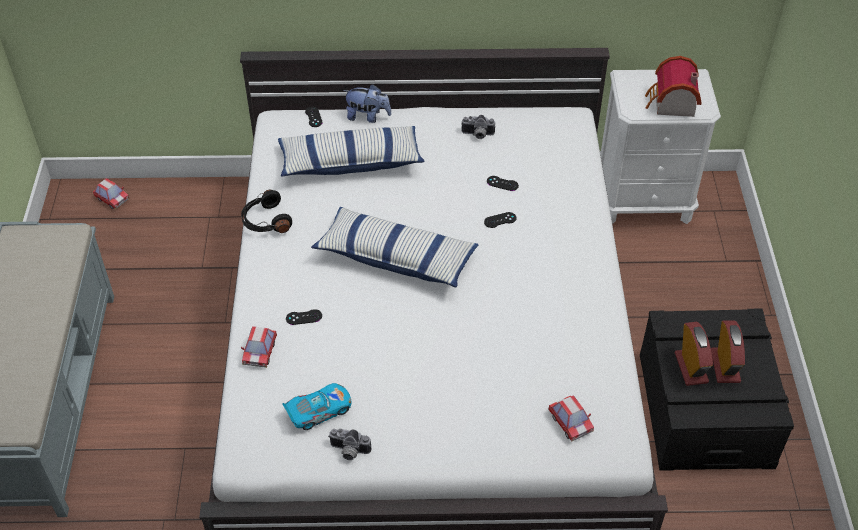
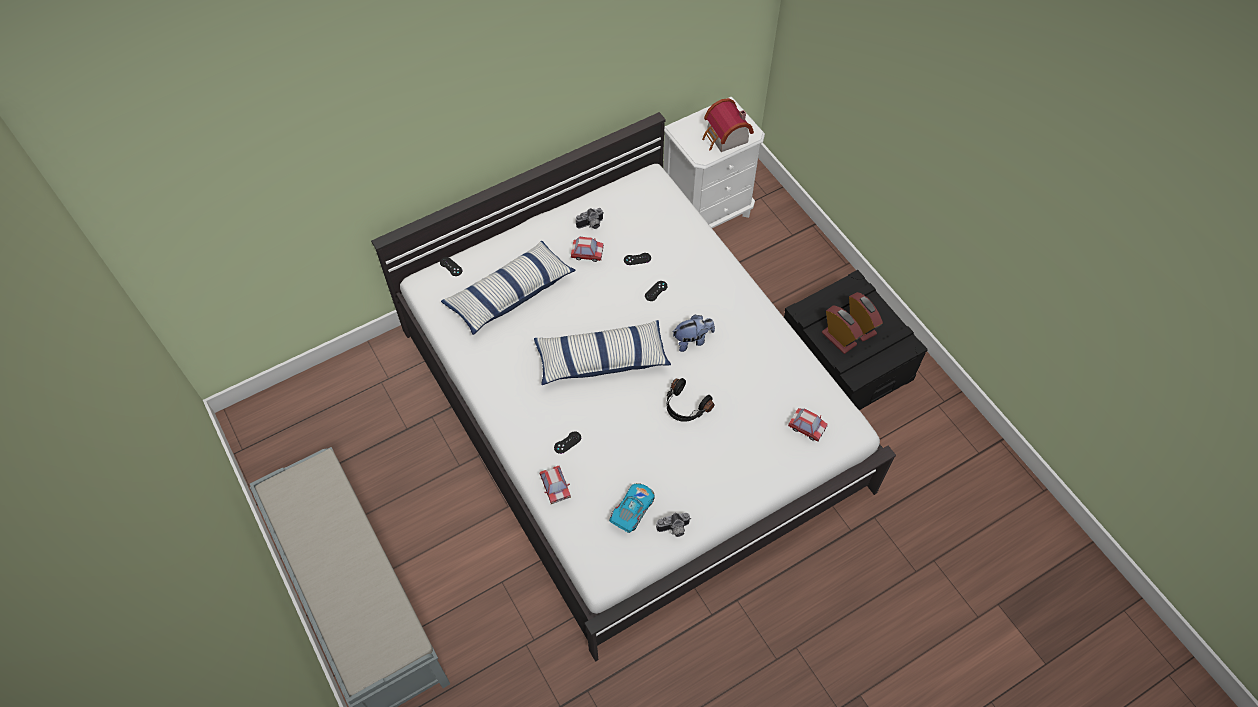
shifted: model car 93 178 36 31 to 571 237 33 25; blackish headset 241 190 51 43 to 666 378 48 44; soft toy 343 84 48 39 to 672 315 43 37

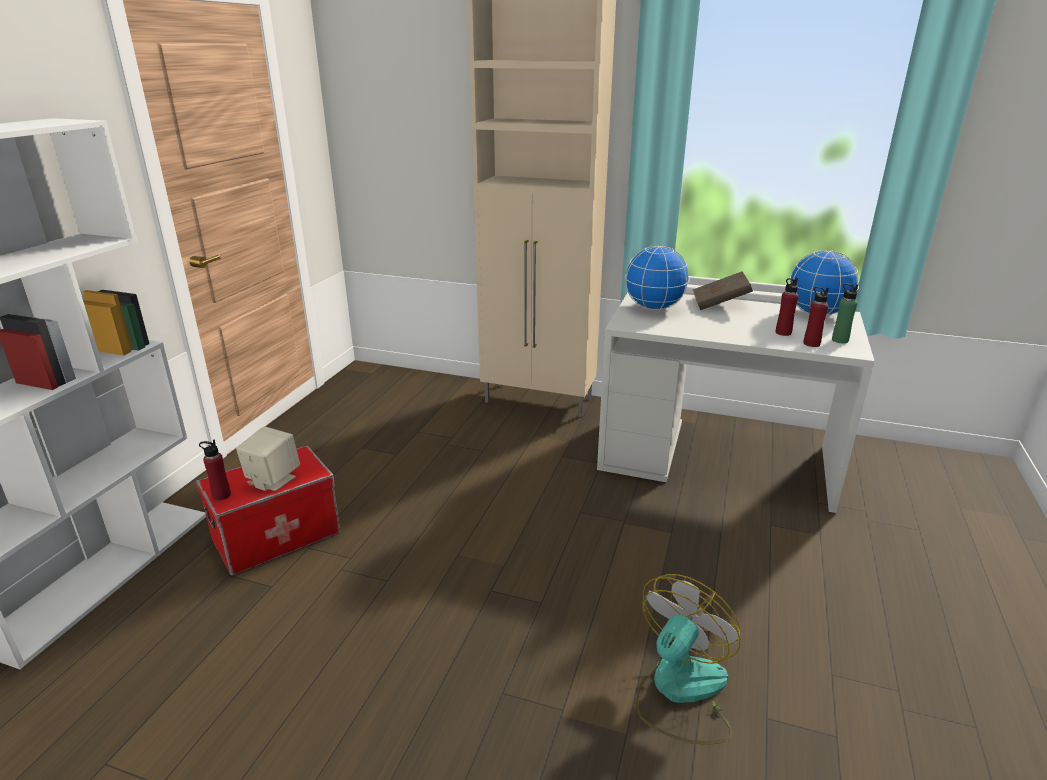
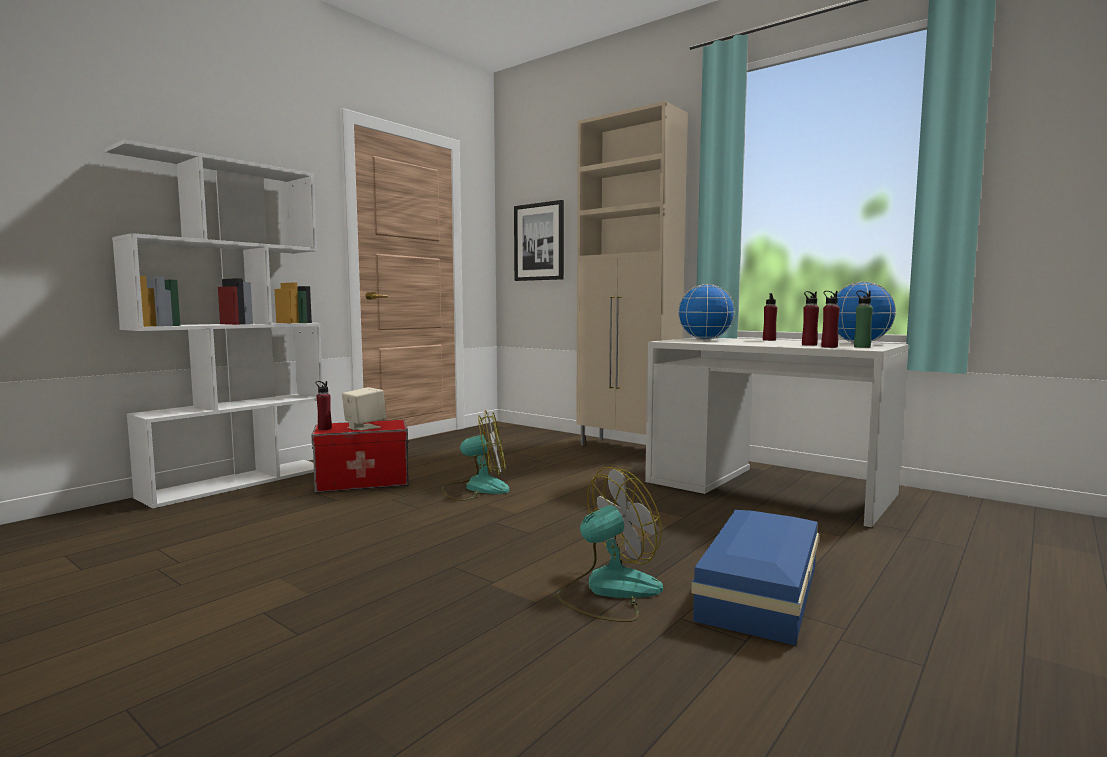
new: electric fan 442 410 68 91; picture 514 200 50 81; bluish storage container 691 510 128 136
swapped: brown book 693 271 60 39 to reddish beverage bottle 763 293 14 48

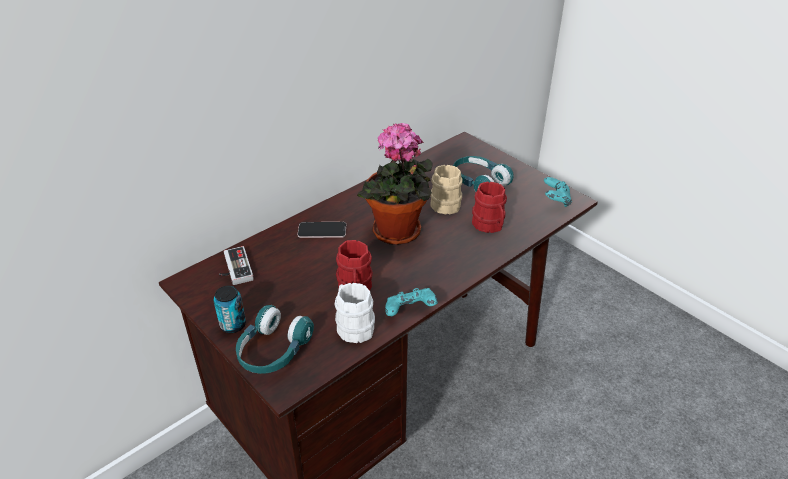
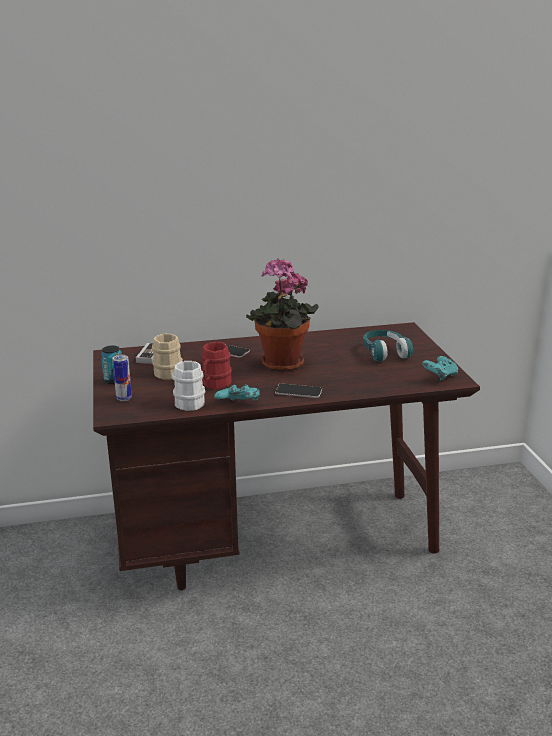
gone: reddish tea mug 472 182 35 51
new: telephone 275 383 47 15
shifted: beige tea mug 430 165 32 50 to 152 334 31 46
swapped: turquoise headset 236 305 78 69 to metal can 112 355 20 46

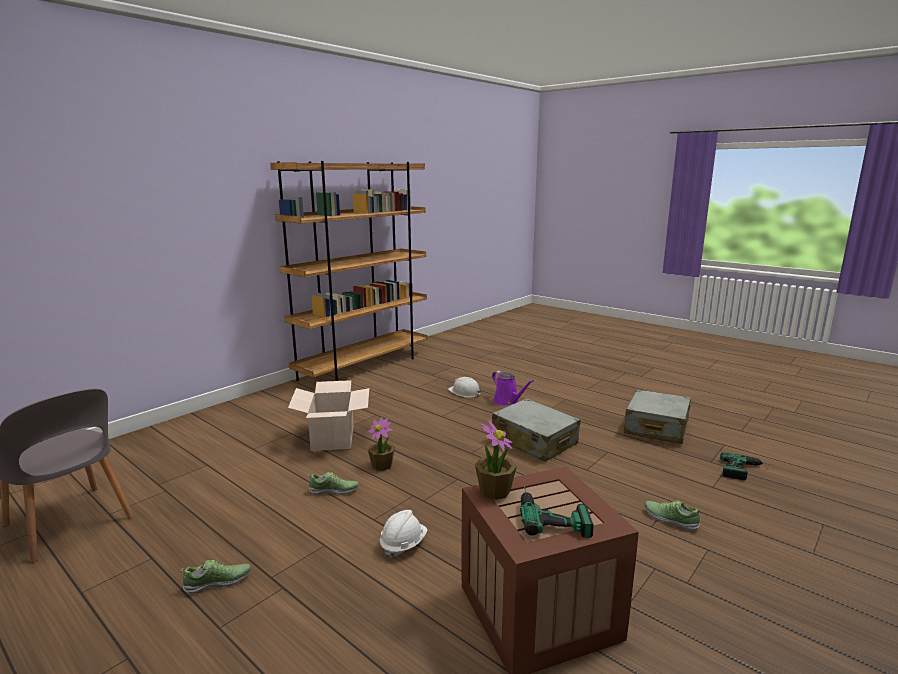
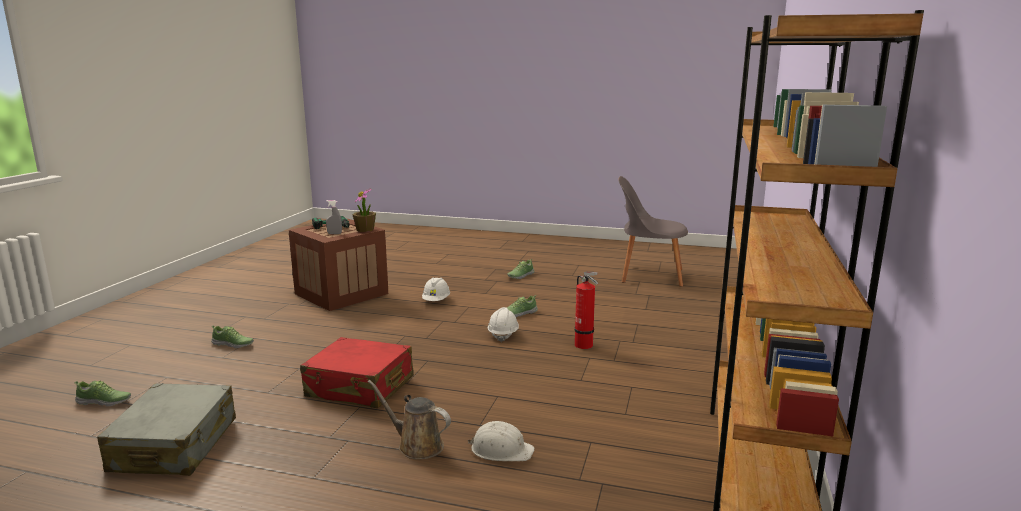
new: grey spray bottle 326 200 16 34
swapped: cardboard box 288 380 81 71 to extinguisher 575 272 23 77; houseplant 367 417 28 54 to whitish hard hat 488 307 31 35; electric drill 720 452 52 28 to item of footwear 74 381 57 26
repainted: purple-coloured watering pot 492 371 42 35 to brown watering pot 367 380 84 80; grey suitcase 492 398 89 64 to reddish suitcase 300 337 114 71

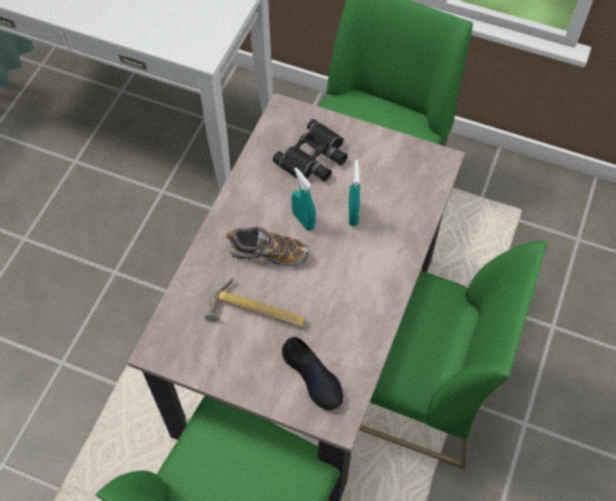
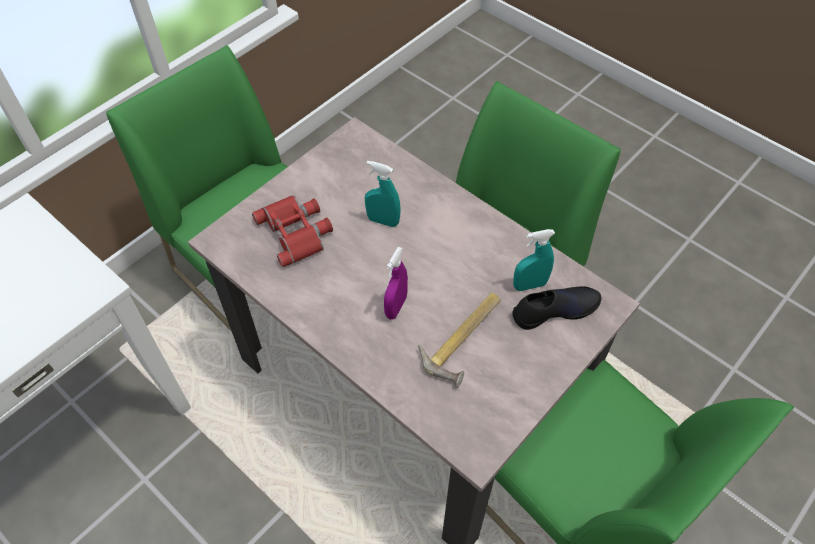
shifted: turquoise spray bottle 291 168 25 62 to 513 229 42 62
swapped: item of footwear 226 226 83 41 to purple-coloured spray bottle 384 247 24 72
repainted: blackish binoculars 273 119 75 63 to reddish binoculars 252 195 81 72

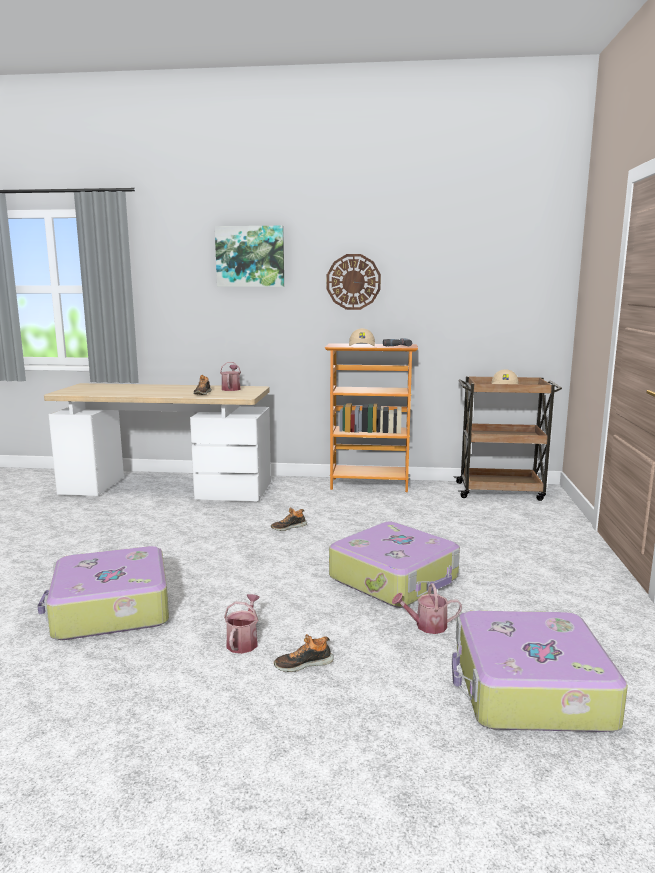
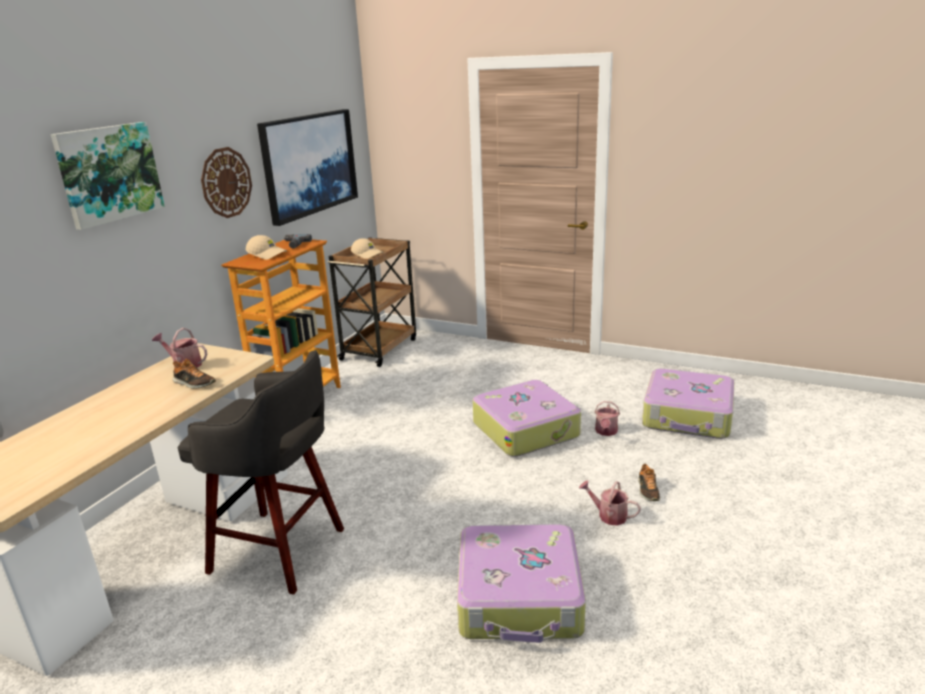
gone: item of footwear 271 508 36 23
new: grey stool 178 350 166 245; picture 257 109 101 117

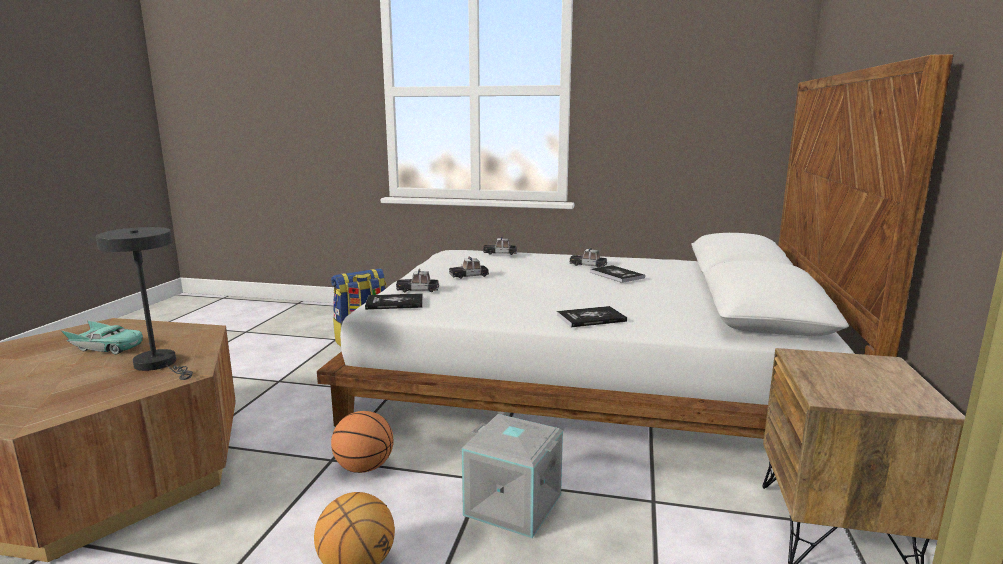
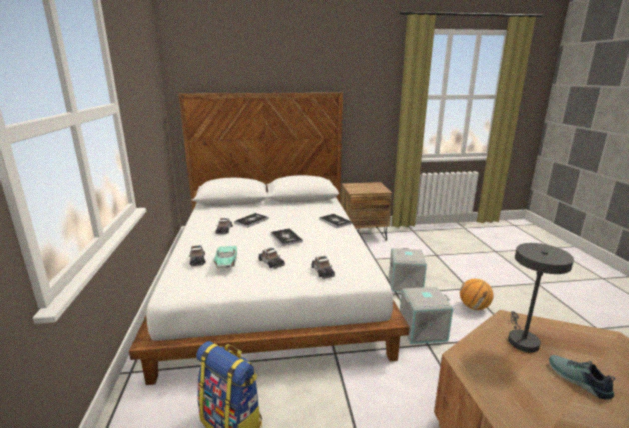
new: item of footwear 549 355 66 45
shifted: turquoise model car 60 320 83 35 to 214 246 23 22; book 365 293 58 17 to 271 228 32 18
swapped: basketball ball 331 411 63 62 to grey storage container 400 287 53 57

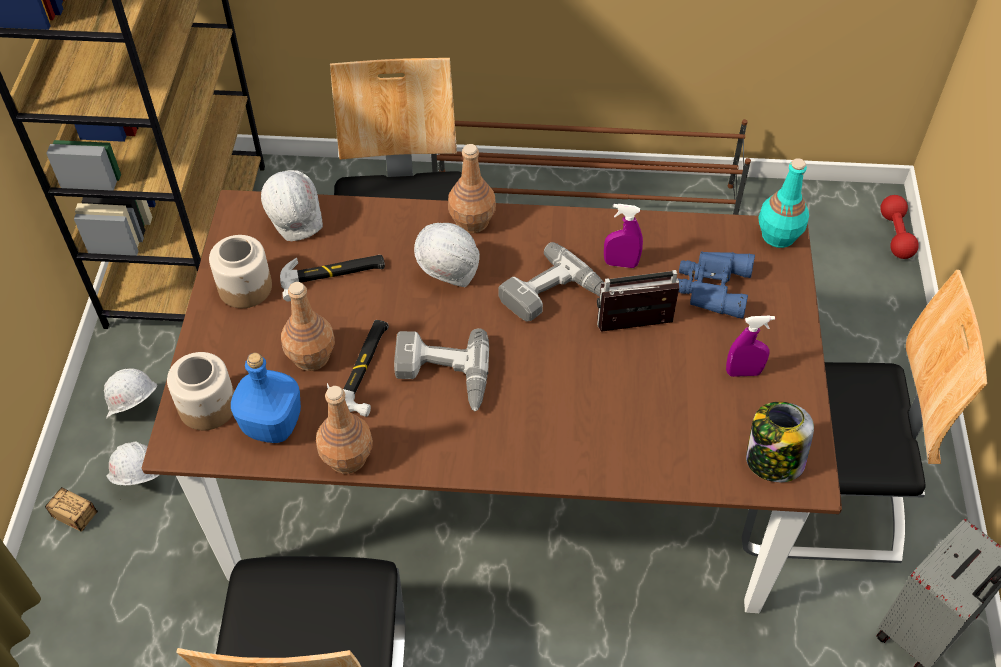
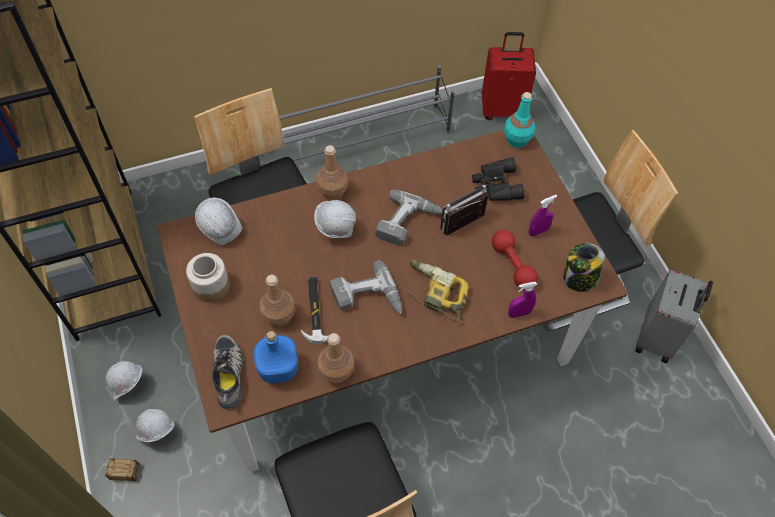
gone: hammer 280 255 105 46
new: electric drill 406 259 63 63; reddish suitcase 482 32 54 88
shifted: purple-coloured spray bottle 604 204 39 64 to 508 282 29 36; reddish hand weight 880 195 39 64 to 492 230 46 59
swapped: preserve jar 167 352 67 78 to item of footwear 212 334 32 75
repainted: brown shoe rack 431 119 320 96 to grey shoe rack 255 65 200 103; bluish binoculars 678 251 77 68 to blackish binoculars 472 157 52 44

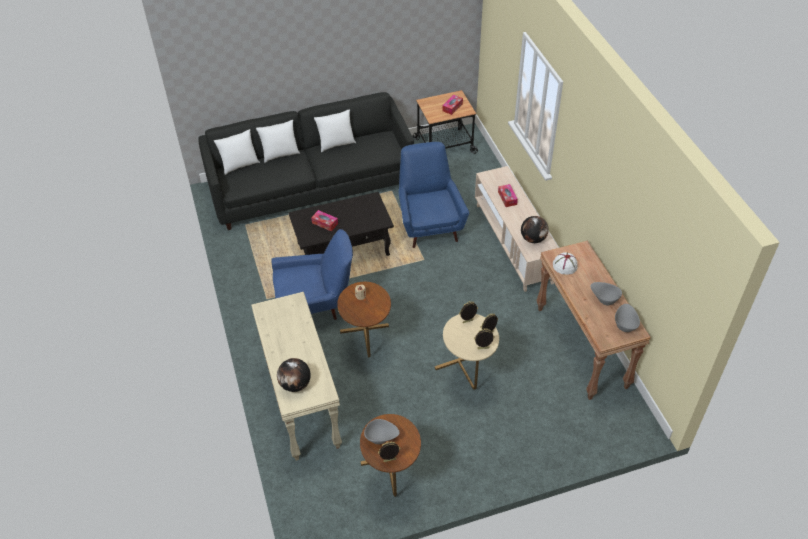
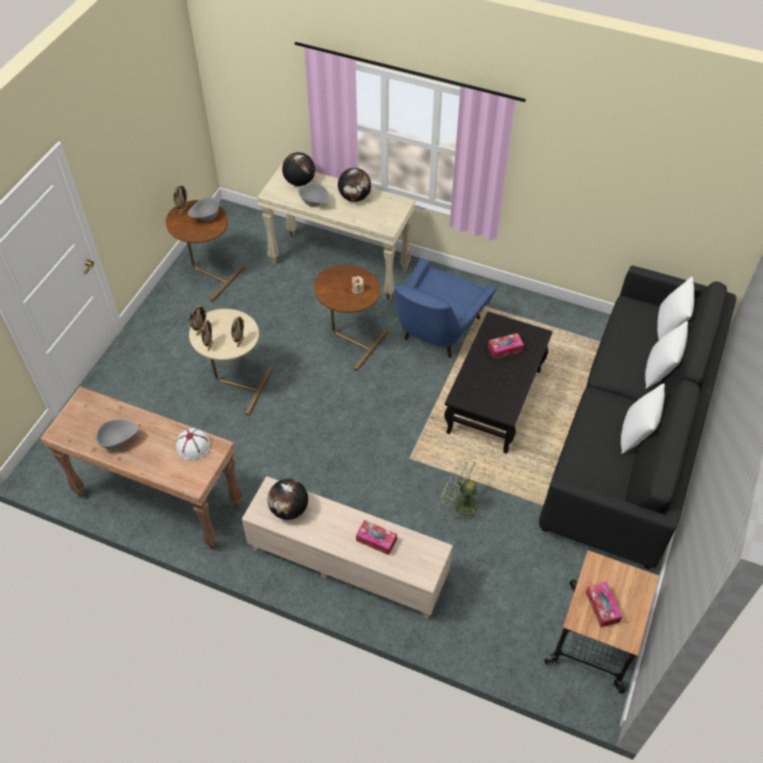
new: desk globe 338 168 33 34
shifted: grey bowl 615 304 25 28 to 299 183 30 23
swapped: bluish easy chair 399 142 70 106 to green-coloured electric fan 441 458 39 65

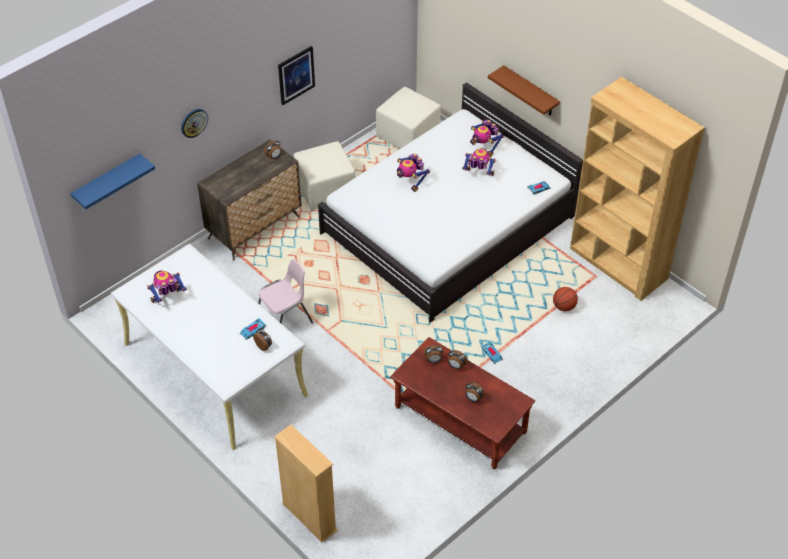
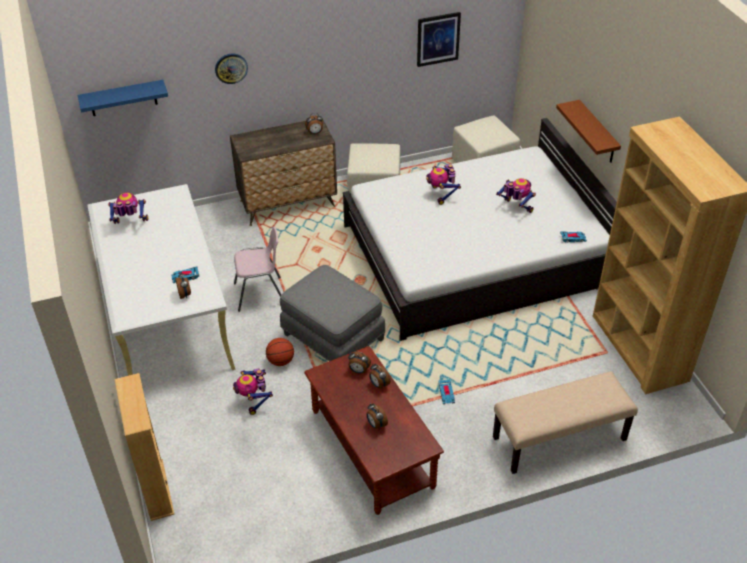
new: grey pouffe 280 265 106 96; beige indoor bench 493 371 145 103
shifted: picture 278 46 37 59 to 417 12 44 55; toy robot 470 120 34 37 to 233 368 40 47; basketball ball 553 287 25 24 to 266 338 28 28

